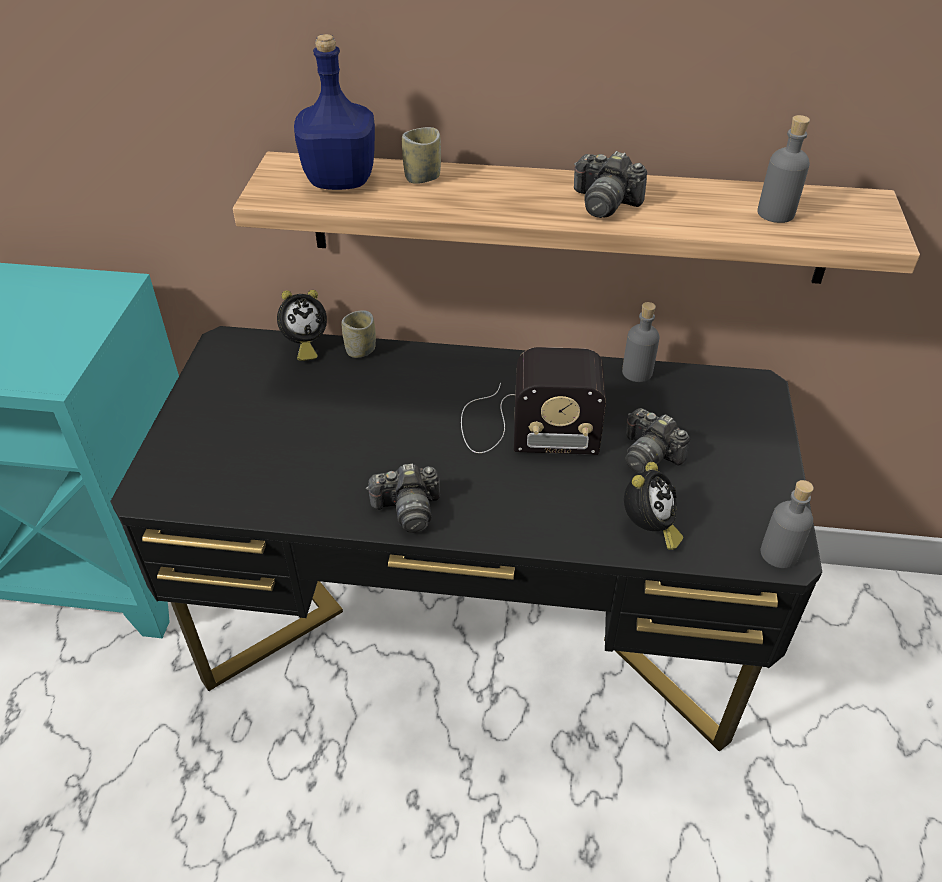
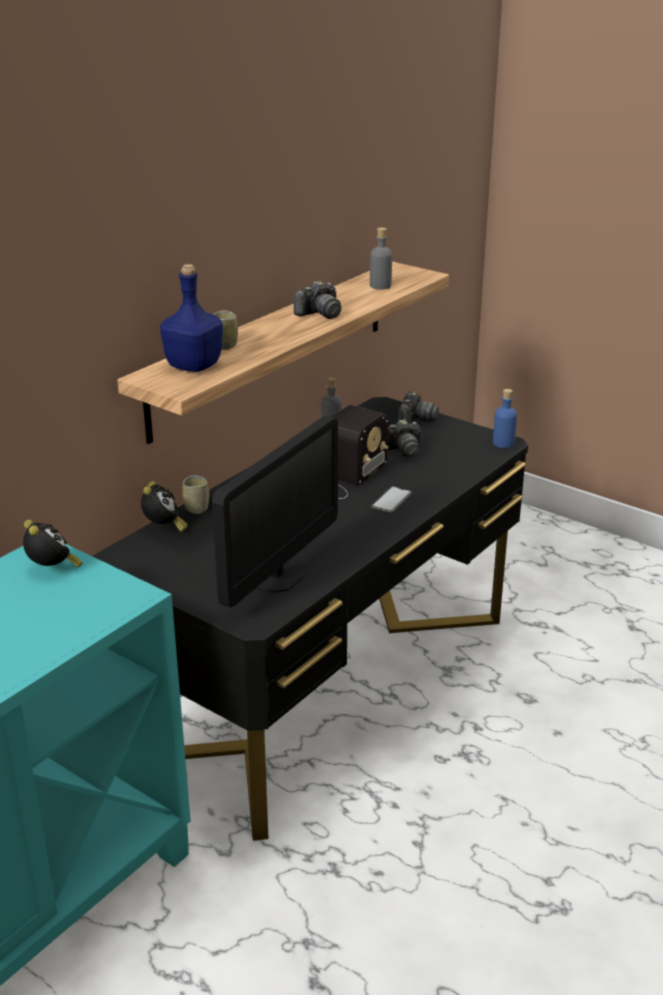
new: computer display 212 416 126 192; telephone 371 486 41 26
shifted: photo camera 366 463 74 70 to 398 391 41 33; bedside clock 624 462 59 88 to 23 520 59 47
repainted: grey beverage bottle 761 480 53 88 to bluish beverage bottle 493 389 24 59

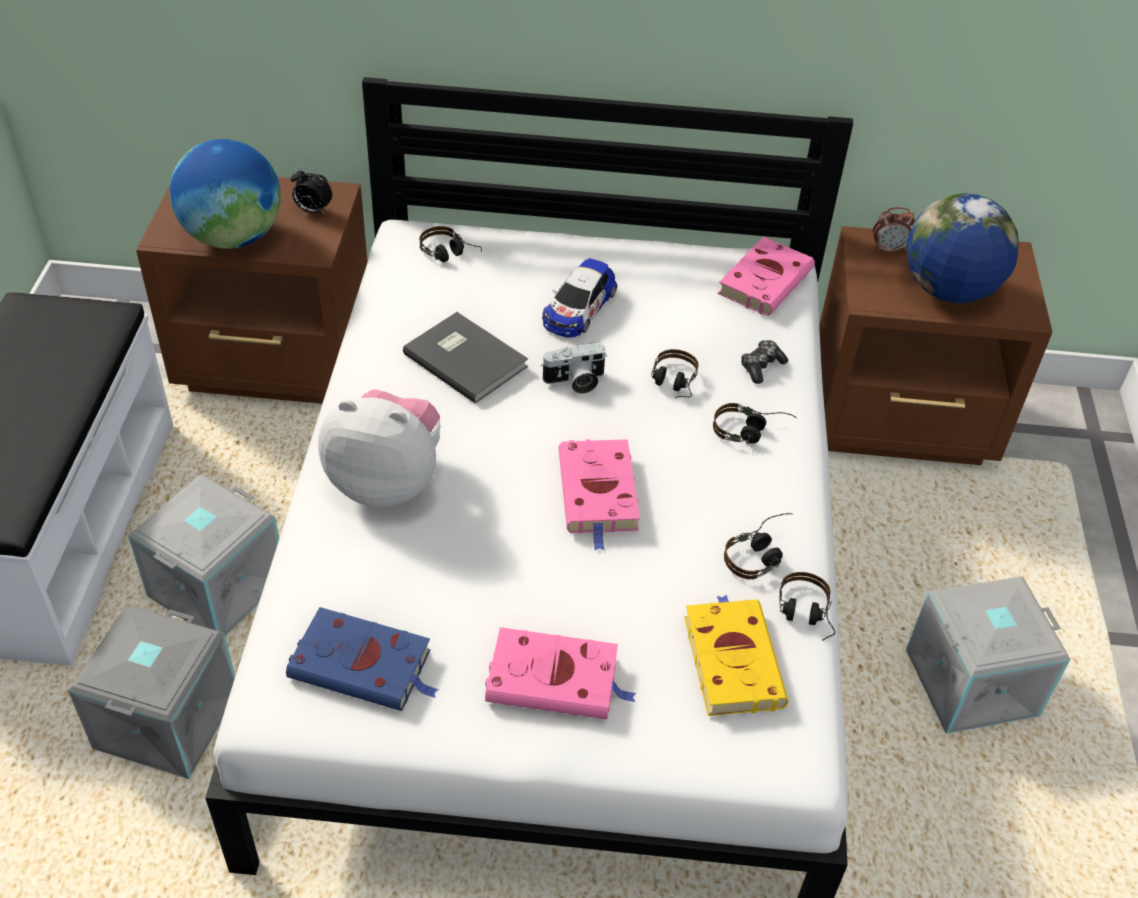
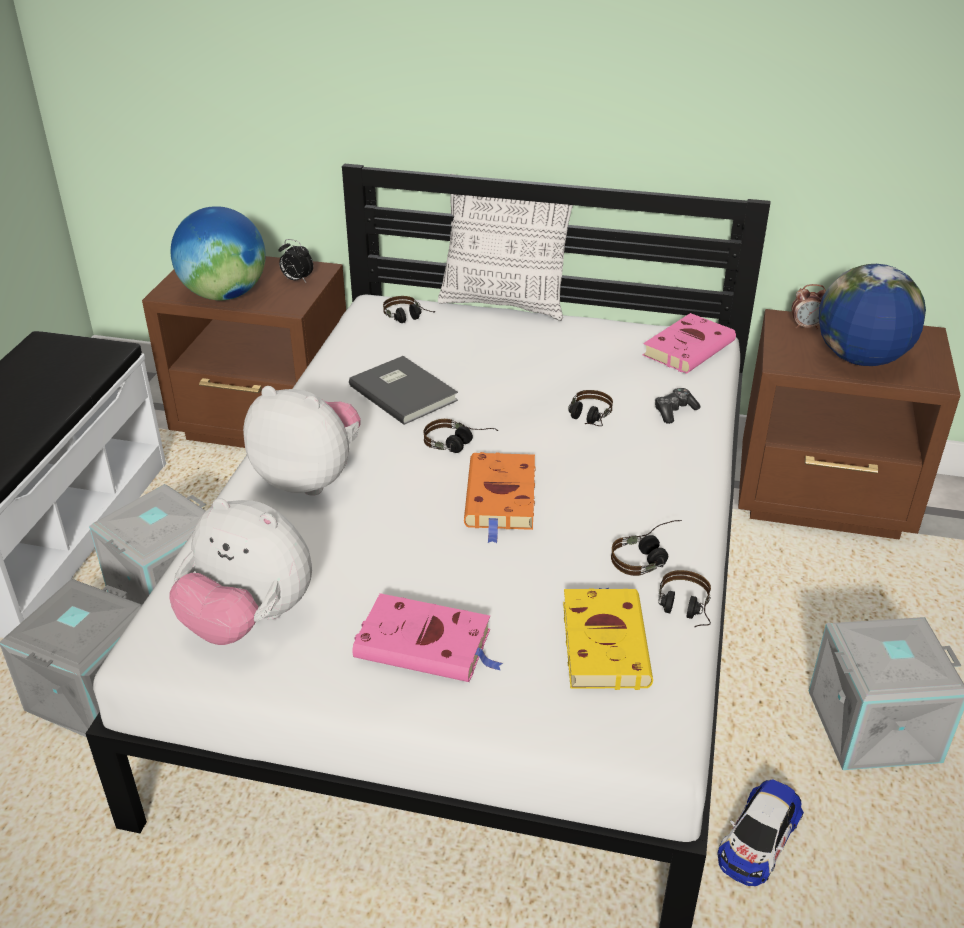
gone: photo camera 541 342 66 52
new: throw pillow 438 174 135 147
shifted: model car 542 258 75 79 to 717 779 87 107; headset 713 403 84 41 to 423 419 75 34
swapped: bluish book 286 607 153 104 to soft toy 169 498 143 147
repainted: pink-coloured book 558 439 82 111 to orange-coloured book 464 452 71 91

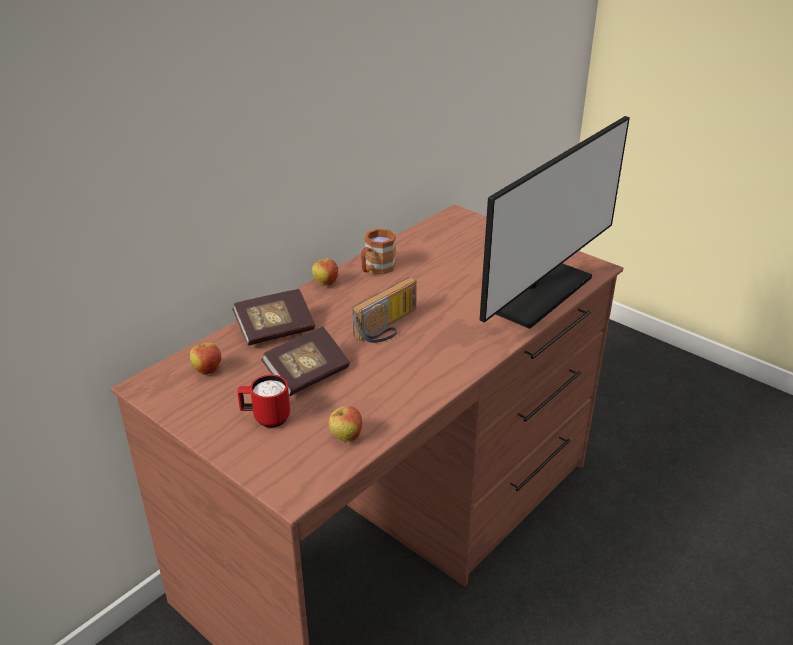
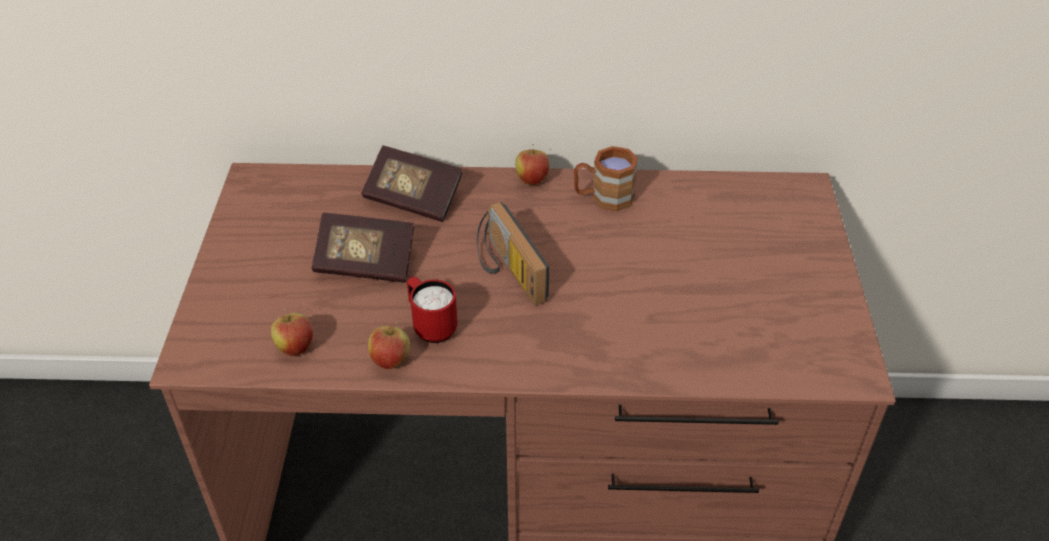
gone: computer display 479 116 151 213
shifted: apple fruit 190 339 31 36 to 368 321 42 48; reddish tea mug 237 375 53 53 to 407 276 51 67
rotated: radio 353 277 64 66 = 477 202 72 103 60 degrees clockwise

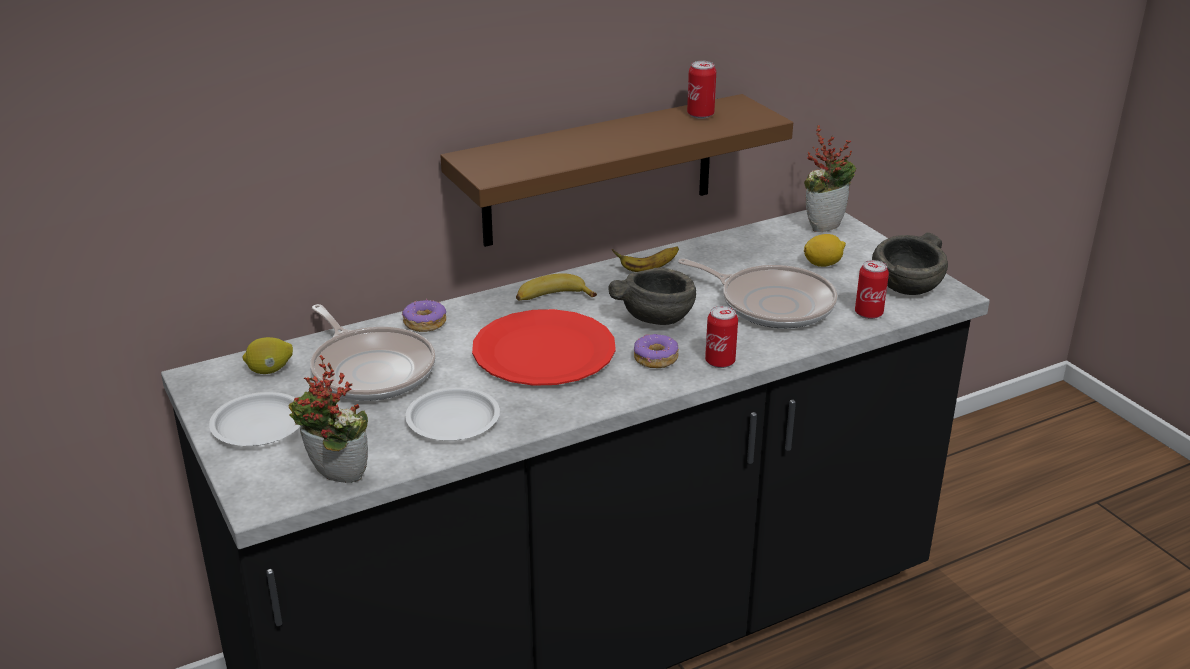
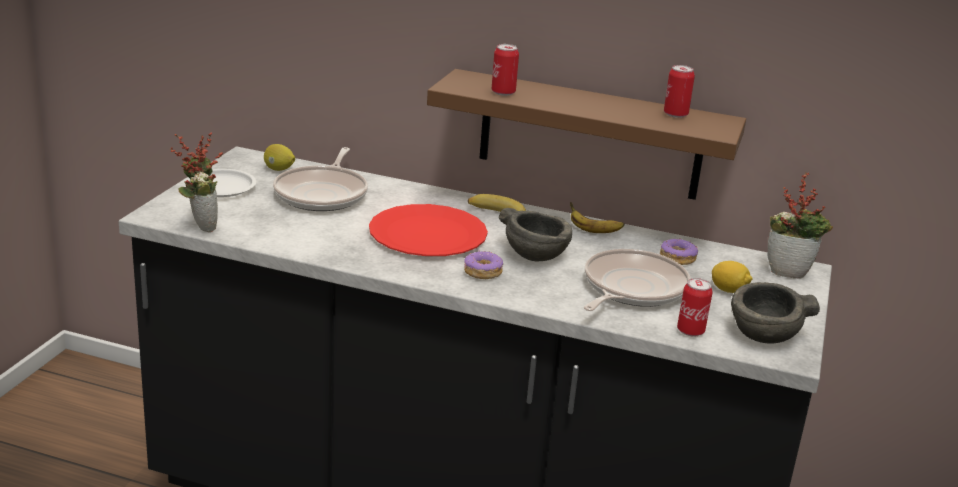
gone: whitish plate 405 387 95 54
shifted: donut 402 298 44 34 to 660 238 38 27; metal can 705 306 33 62 to 492 44 27 52
rotated: frying pan 678 259 159 69 = 584 249 107 62 135 degrees counterclockwise

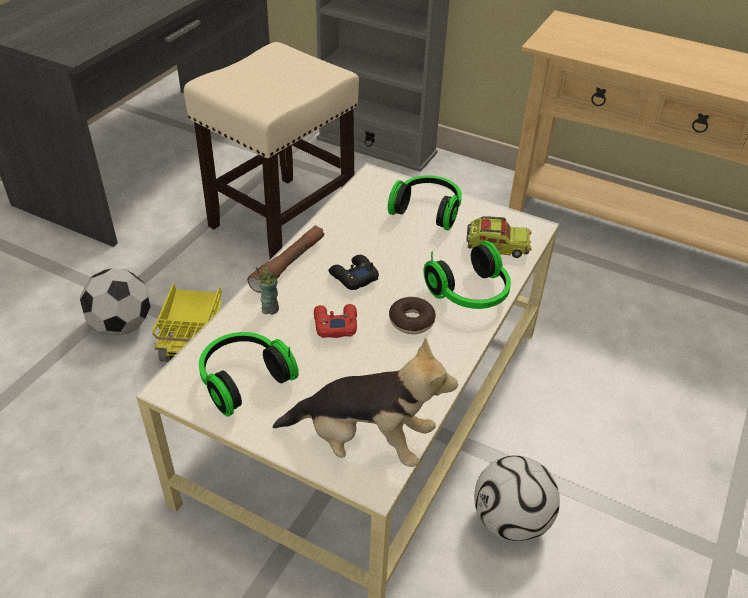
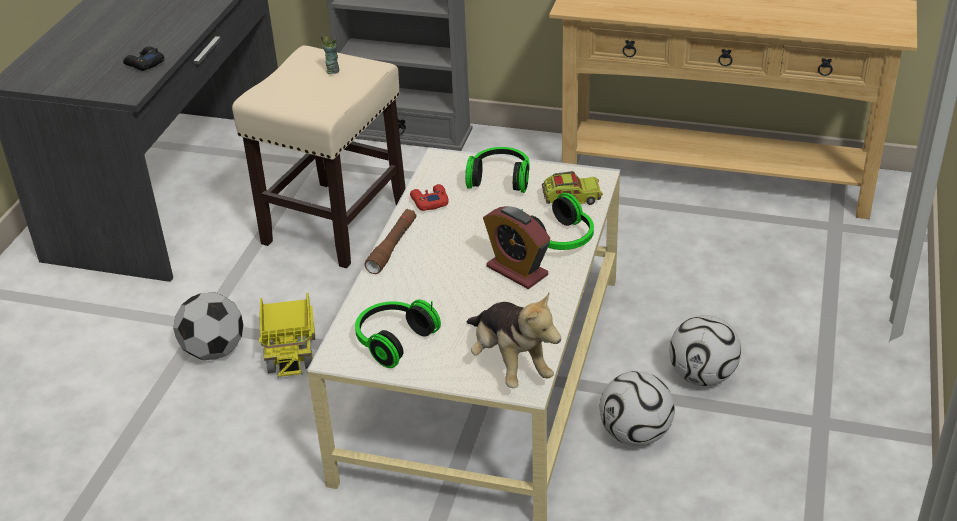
new: football 669 315 72 71
shifted: drinking cup 256 267 23 48 to 321 36 18 38; reddish joypad 314 304 43 34 to 410 184 39 27; blackish joypad 329 255 50 35 to 123 46 41 25
swapped: donut 389 297 47 37 to bedside clock 483 206 67 83
rotated: soft toy 273 337 185 130 = 467 292 94 96 60 degrees clockwise

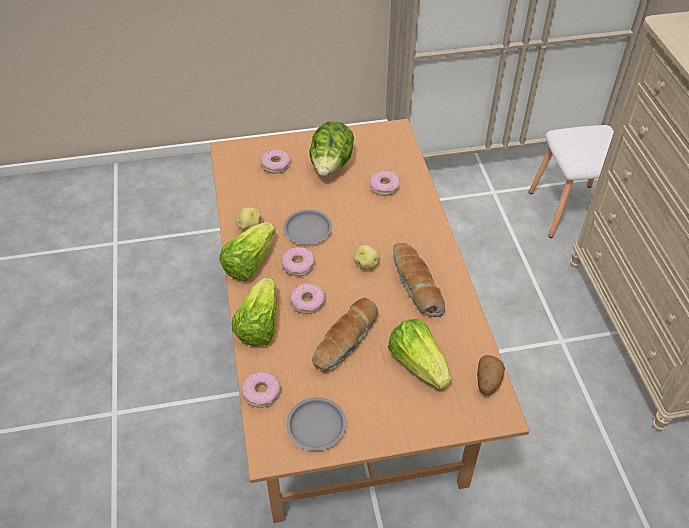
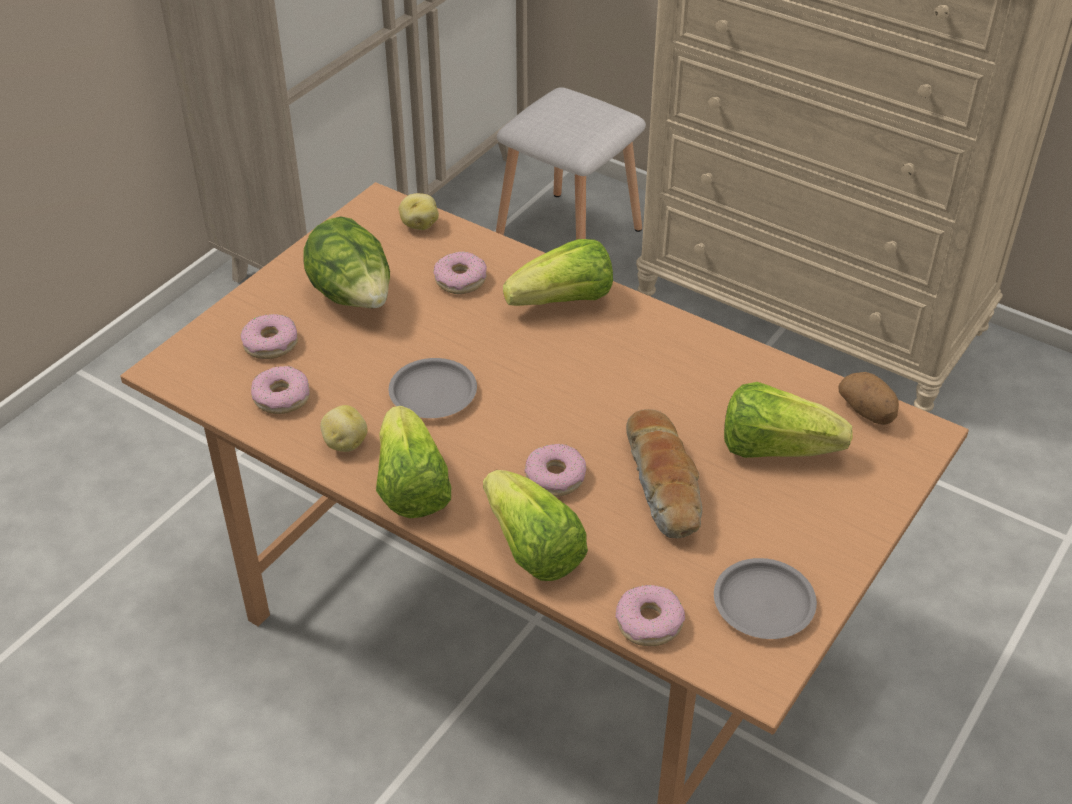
gone: bakery bread 393 243 52 74
new: lettuce 503 239 110 67
shifted: donut 281 247 34 29 to 251 366 59 48; whole potato 354 245 26 25 to 398 193 41 37

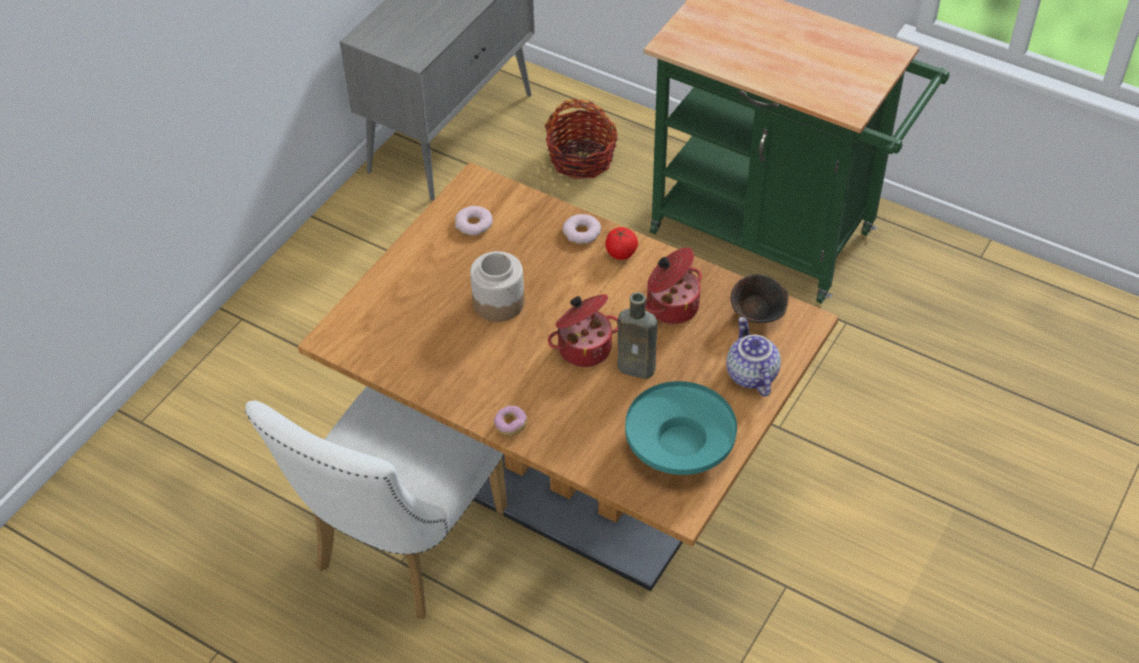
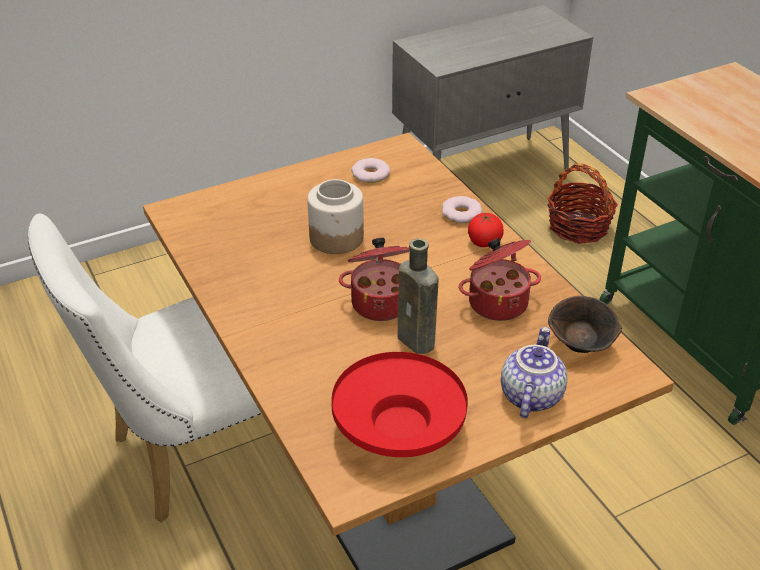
gone: donut 494 406 34 29
repainted: turquoise bowl 625 381 112 94 to reddish bowl 332 352 136 105

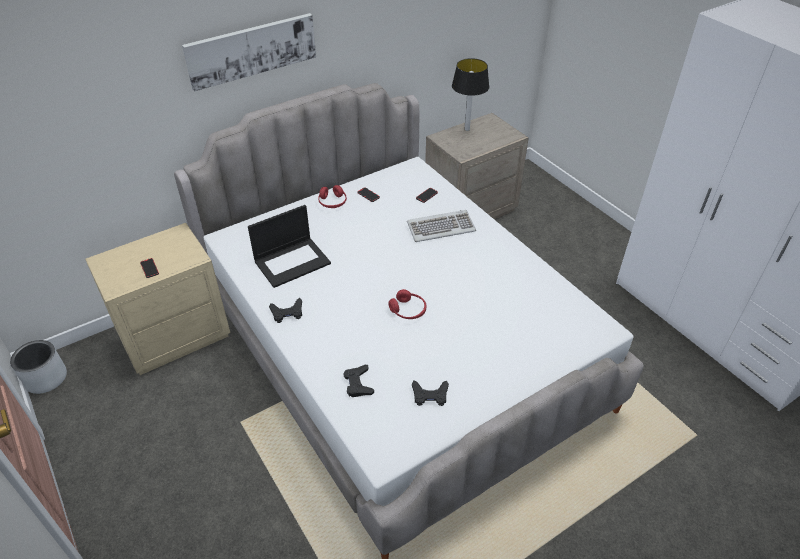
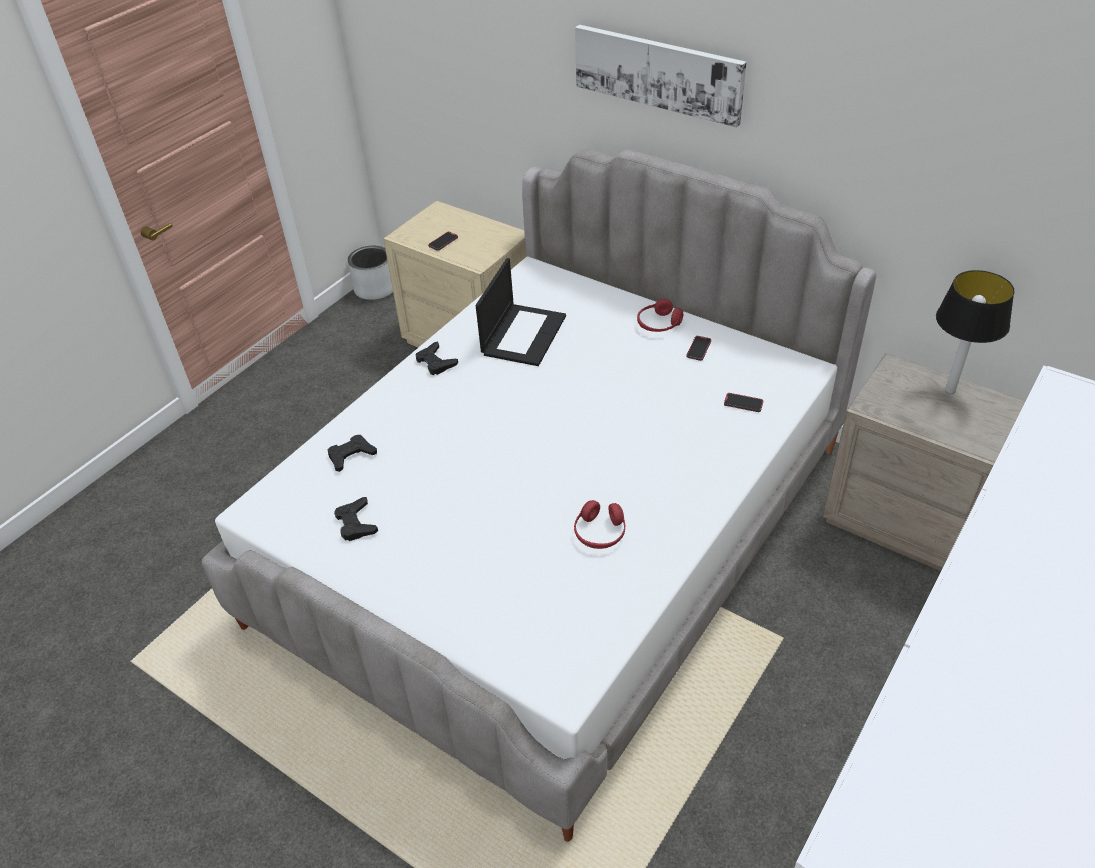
gone: computer keyboard 407 210 69 32
shifted: reddish headset 389 289 37 30 to 574 500 51 49
rotated: portable computer 248 205 83 83 = 476 258 90 108 105 degrees counterclockwise

